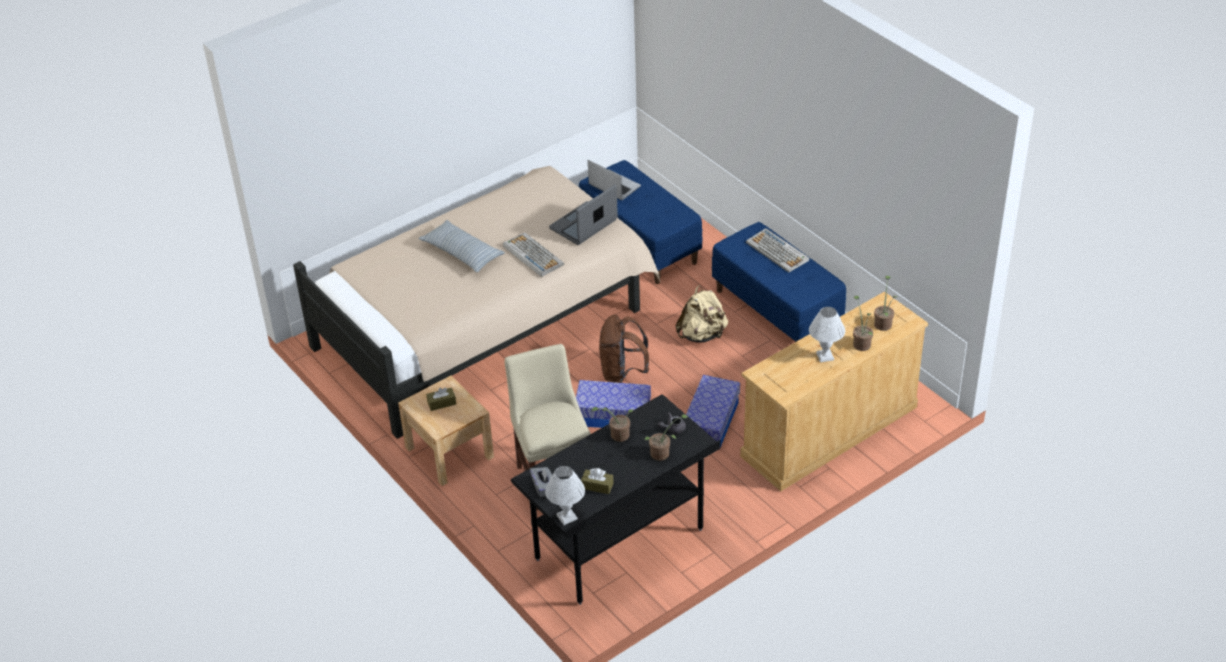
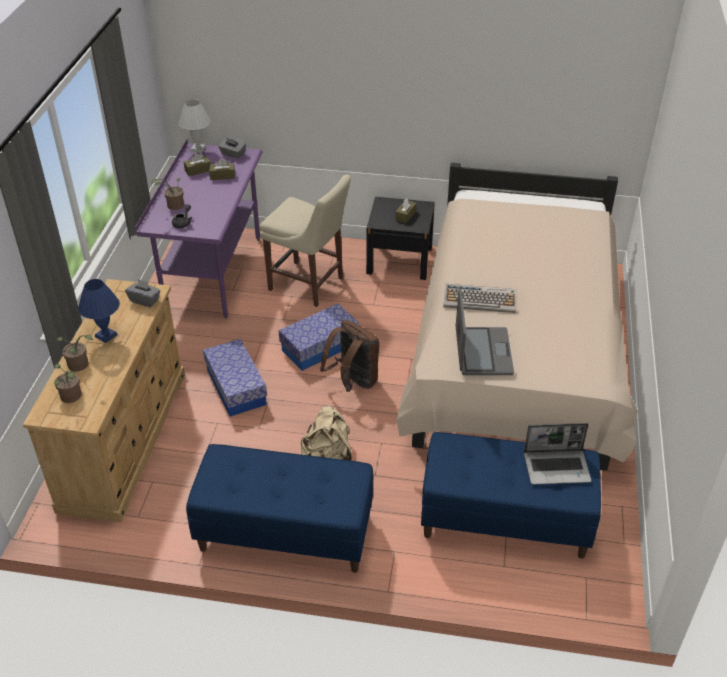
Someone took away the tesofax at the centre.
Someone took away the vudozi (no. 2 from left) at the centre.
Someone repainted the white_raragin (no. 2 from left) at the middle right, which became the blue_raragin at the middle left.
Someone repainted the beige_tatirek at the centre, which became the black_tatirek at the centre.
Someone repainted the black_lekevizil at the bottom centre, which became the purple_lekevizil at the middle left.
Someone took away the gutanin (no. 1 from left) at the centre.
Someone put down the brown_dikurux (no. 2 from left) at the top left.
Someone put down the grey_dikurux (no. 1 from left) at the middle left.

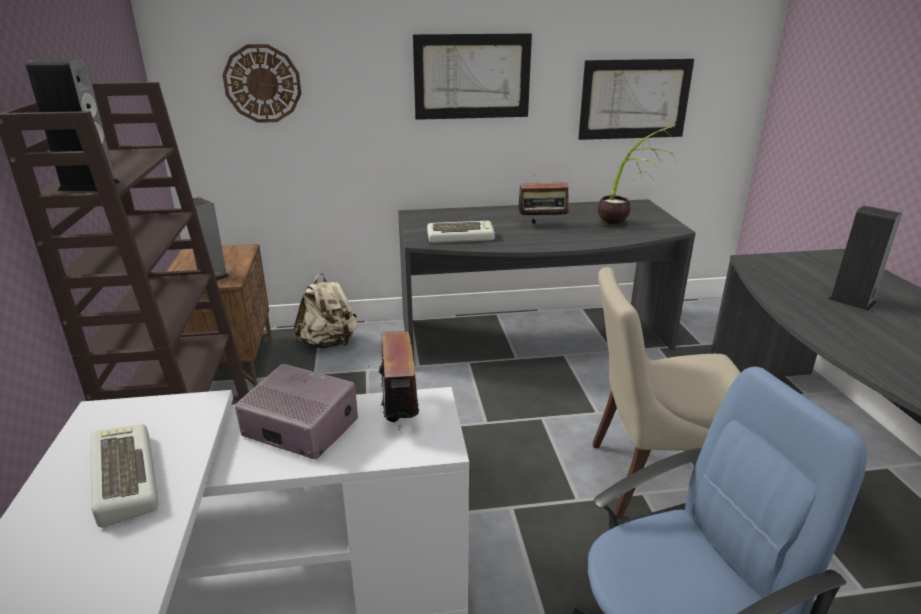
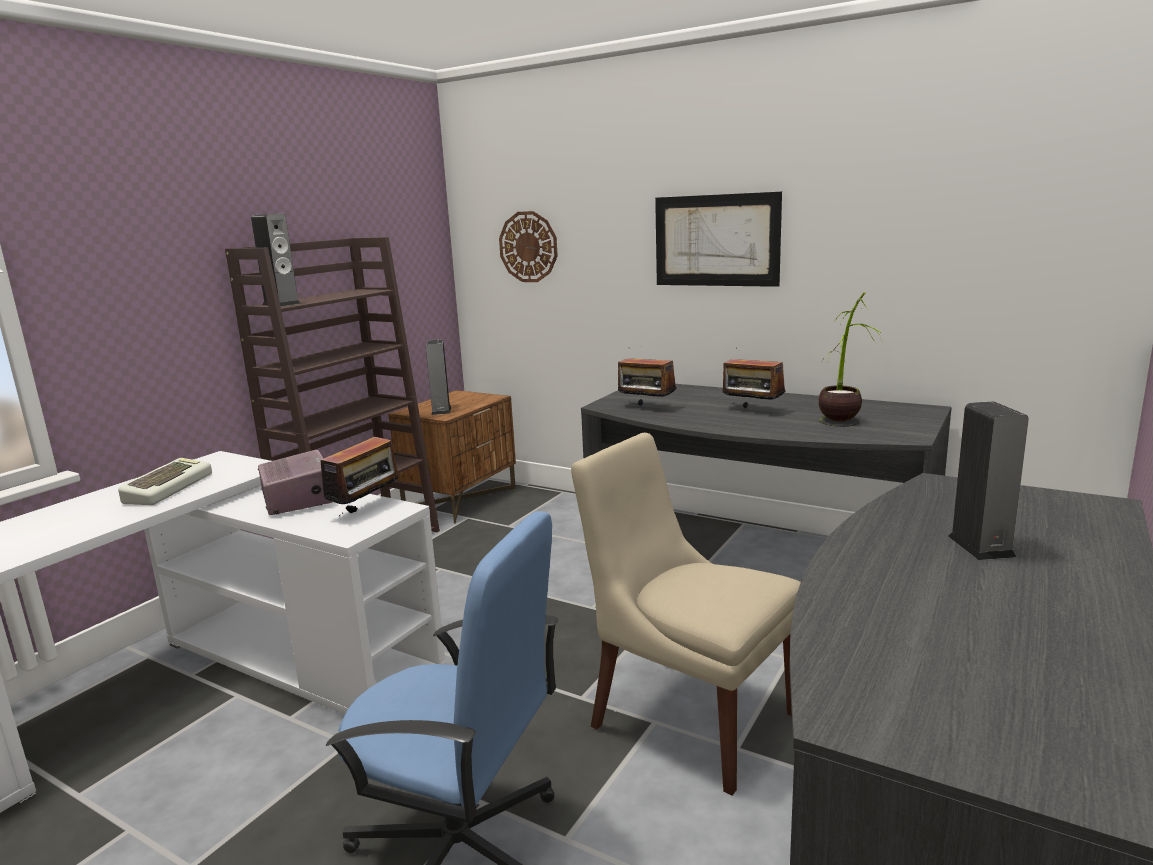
Someone took away the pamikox (no. 2 from left) at the top right.
Someone swapped the vudozi (no. 2 from left) at the centre for the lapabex (no. 3 from left) at the centre.
Someone took away the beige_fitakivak at the centre.

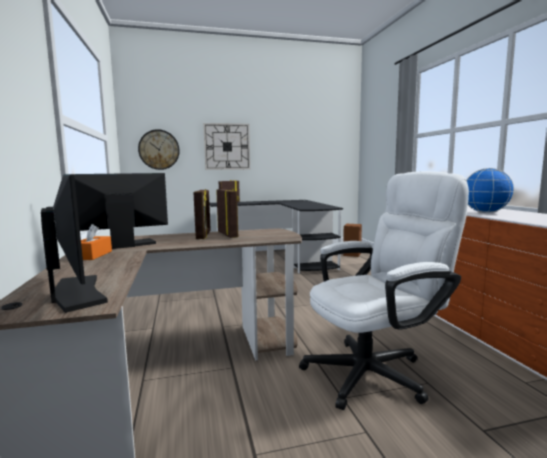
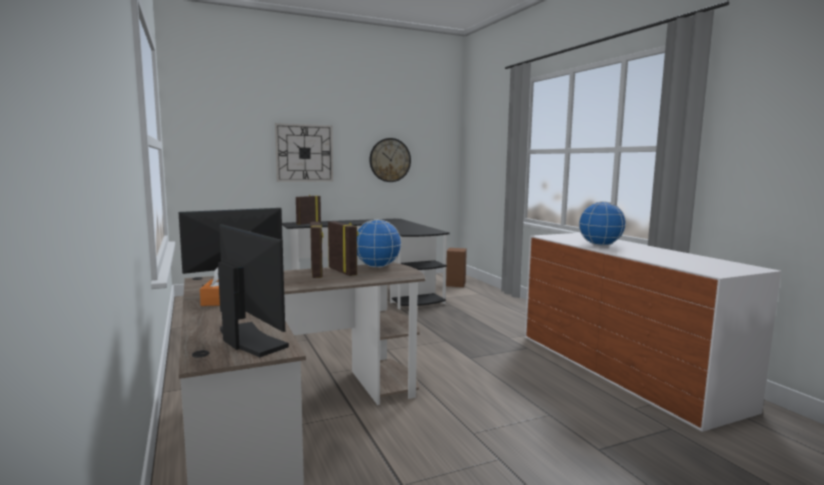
Someone carried the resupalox (no. 1 from left in the first image) from the top left to the top centre.
Someone took away the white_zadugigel at the middle right.
Someone put down the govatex (no. 1 from left) at the centre.

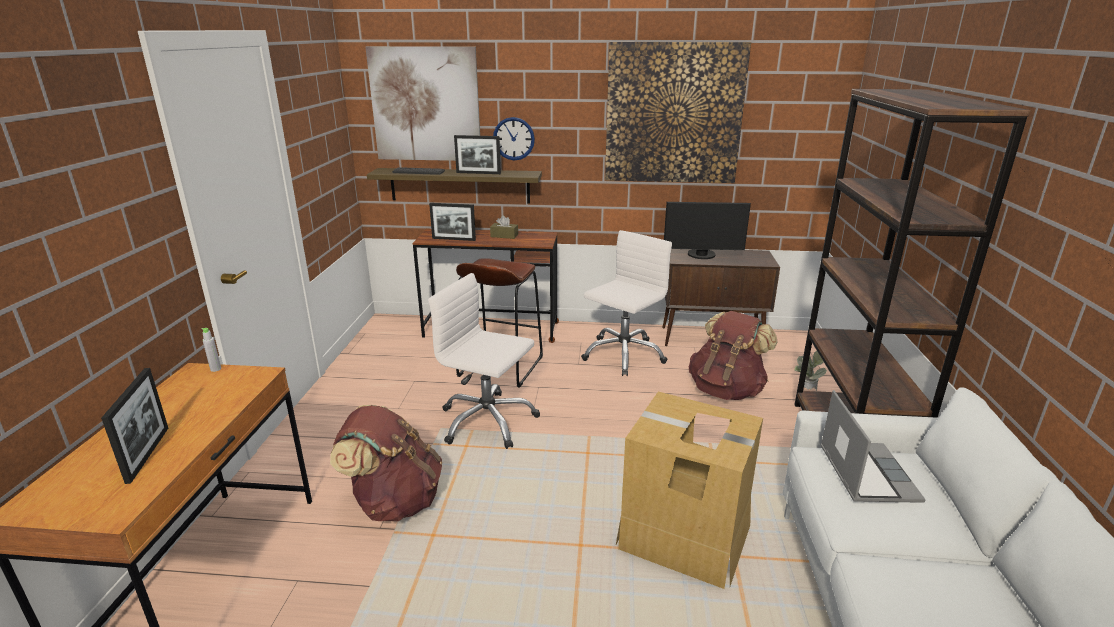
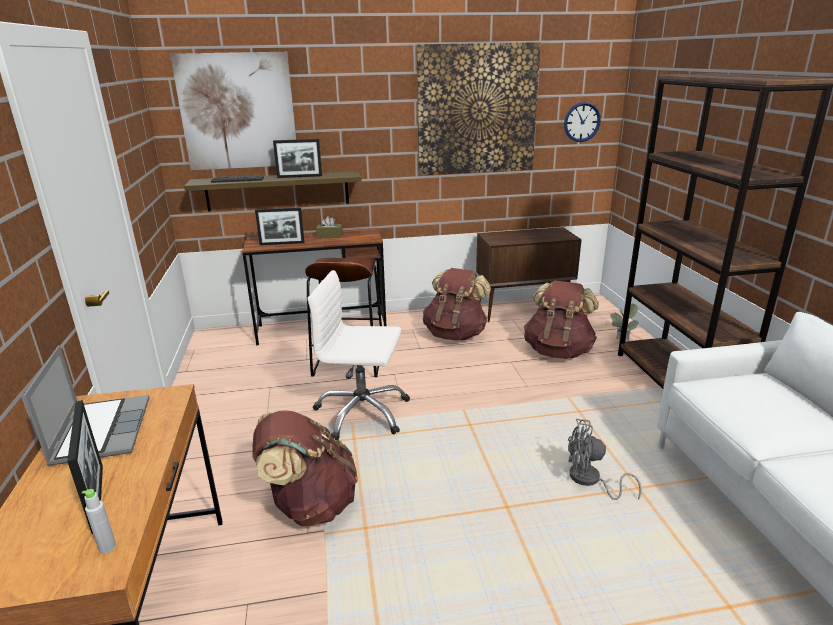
Someone carried the resupalox from the top centre to the top right.
Someone took away the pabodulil at the centre.
Someone swapped the white_zadugigel (no. 2 from left) at the centre for the brown_fitakivak (no. 2 from left) at the centre.
Someone carried the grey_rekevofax from the middle left to the bottom left.
Someone carried the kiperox from the bottom right to the middle left.
Someone swapped the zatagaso at the bottom centre for the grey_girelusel at the bottom right.

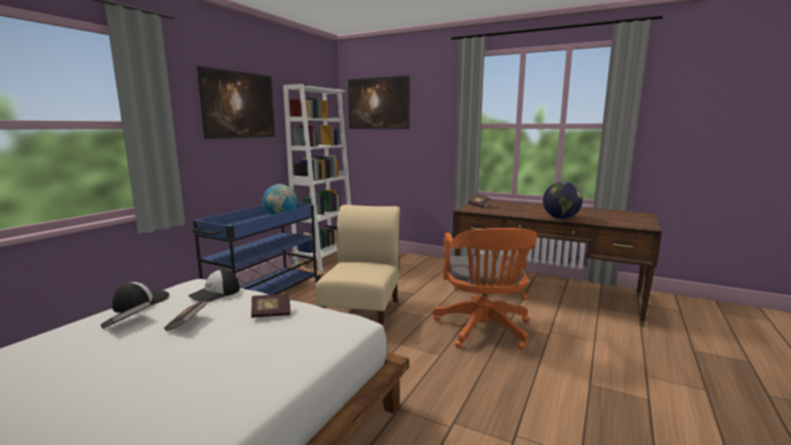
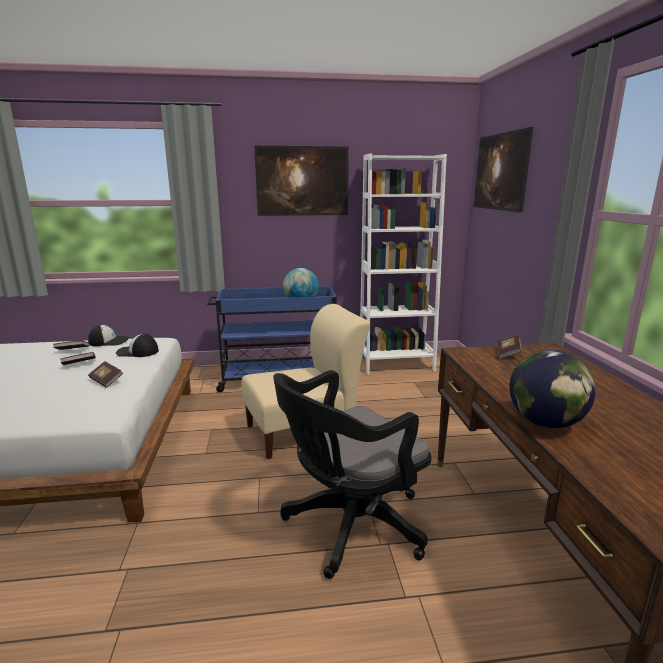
Someone repainted the orange_zadugigel at the centre, which became the black_zadugigel at the bottom centre.

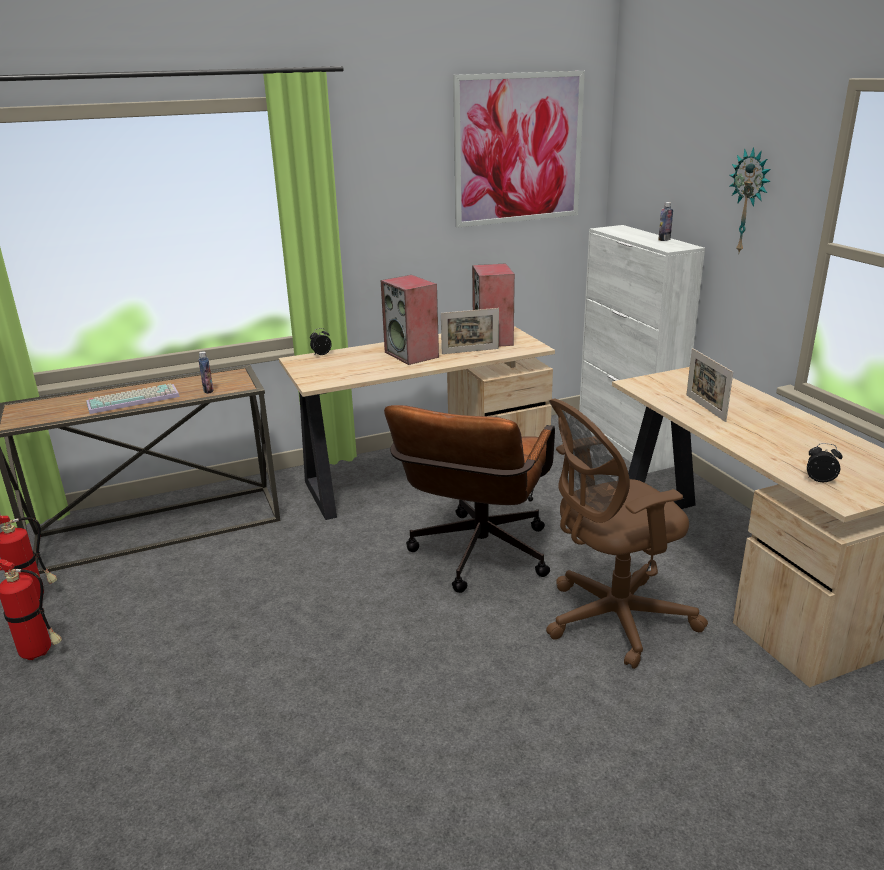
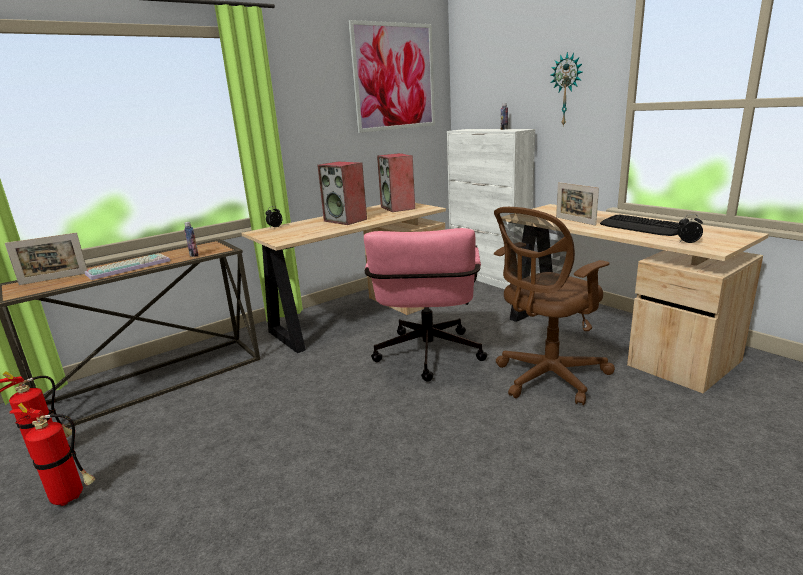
Someone carried the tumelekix (no. 1 from left) from the centre to the middle left.
Someone repainted the brown_zadugigel (no. 1 from left) at the centre, which became the pink_zadugigel at the centre.
Someone put down the vudozi (no. 2 from left) at the middle right.

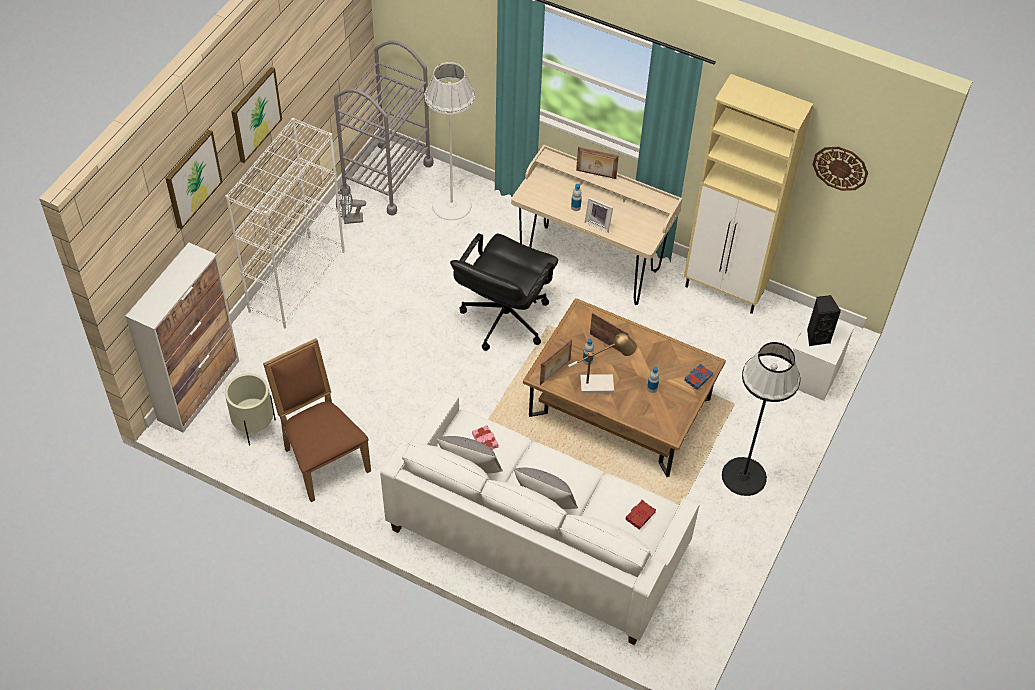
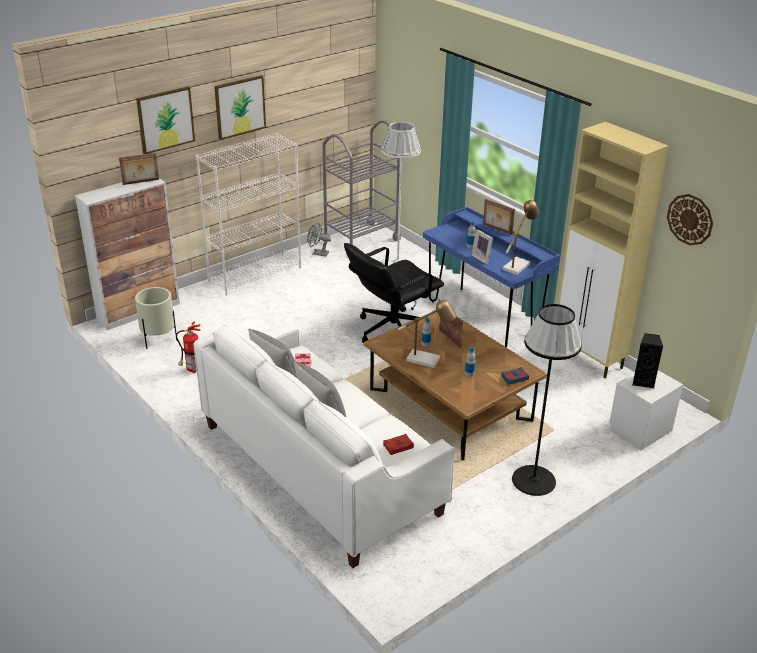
Someone repainted the beige_lekevizil at the top centre, which became the blue_lekevizil at the centre.
Someone swapped the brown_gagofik at the middle left for the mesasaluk at the middle left.
Someone carried the tumelekix (no. 1 from left) from the centre to the top left.
Someone put down the raragin (no. 2 from left) at the middle right.

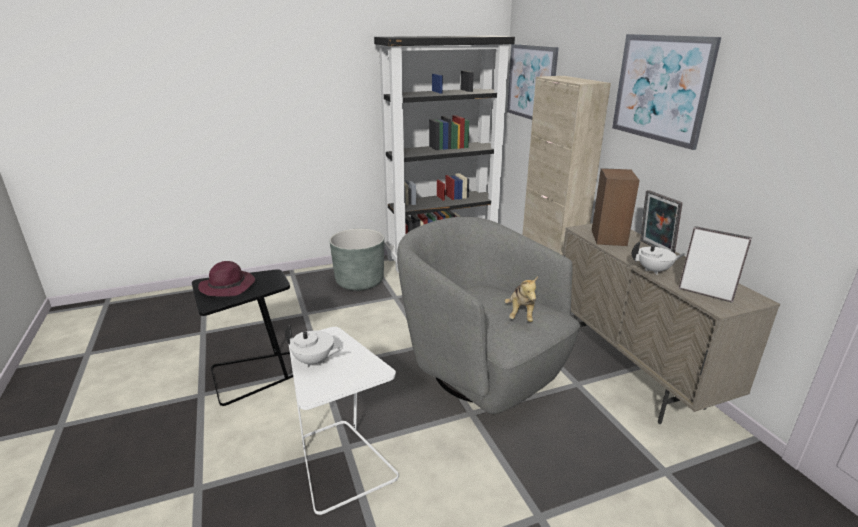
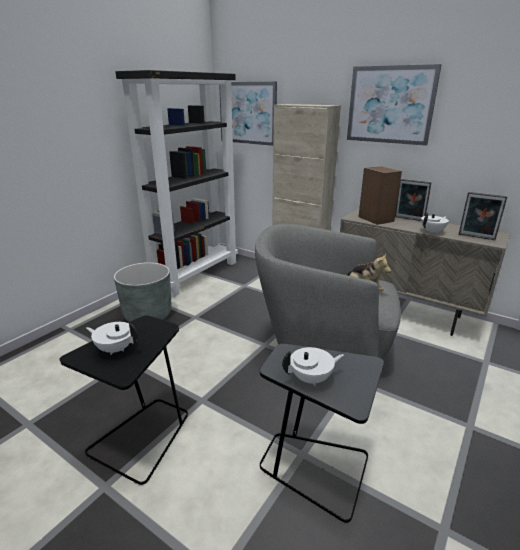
Someone rotated the tumelekix (no. 2 from left) at the middle right by 150 degrees counterclockwise.
Someone swapped the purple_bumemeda at the middle left for the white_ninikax (no. 1 from left) at the middle left.
Someone repainted the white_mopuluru at the bottom centre, which became the black_mopuluru (no. 2 from left) at the bottom centre.

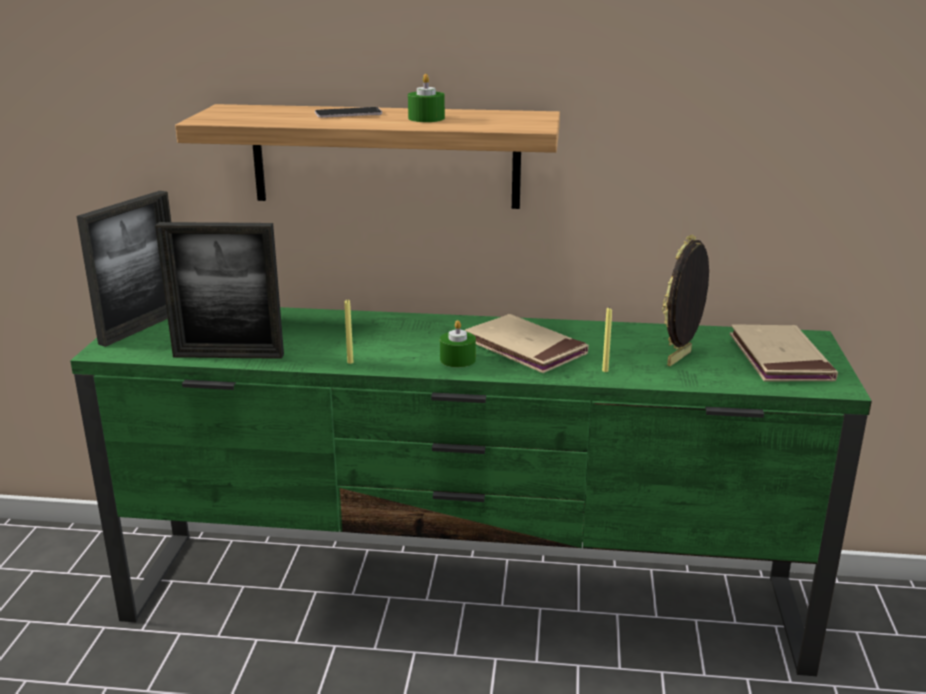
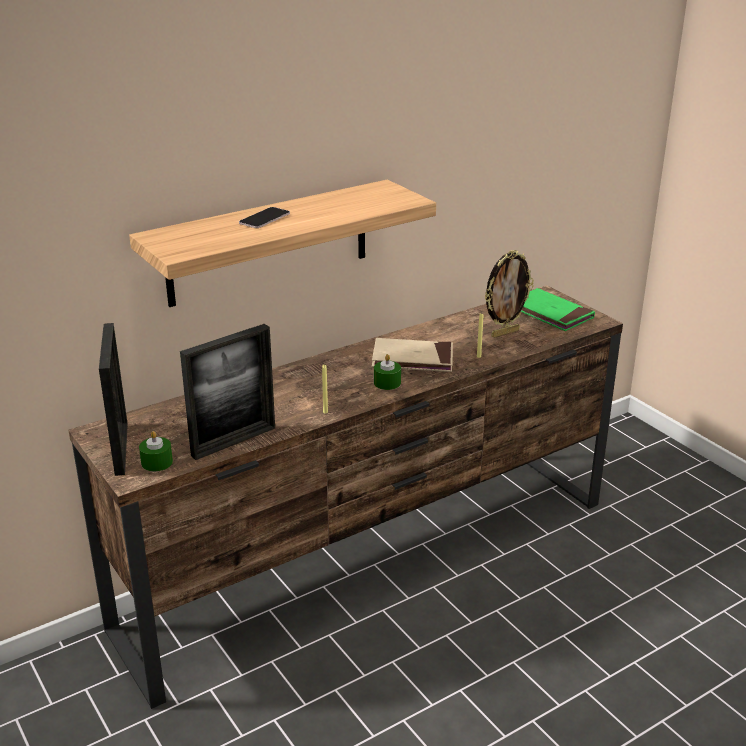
Someone carried the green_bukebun (no. 1 from left) from the top centre to the middle left.
Someone rotated the tumelekix (no. 3 from left) at the middle right by 120 degrees counterclockwise.
Someone repainted the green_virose at the bottom centre, which became the brown_virose at the centre.
Someone repainted the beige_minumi (no. 2 from left) at the middle right, which became the green_minumi at the middle right.

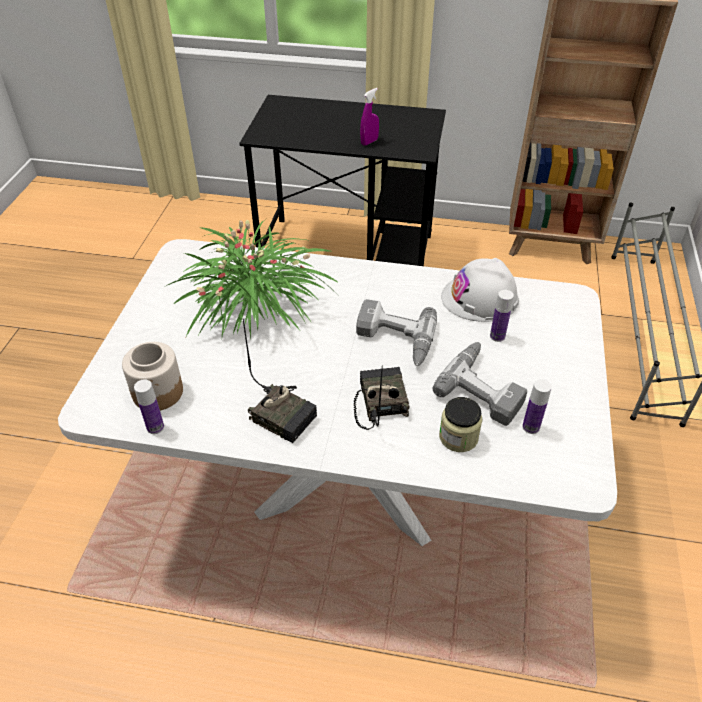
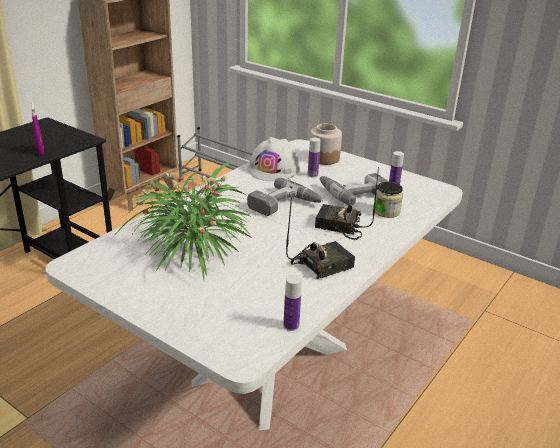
Someone carried the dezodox (no. 1 from left) from the middle left to the top centre.

